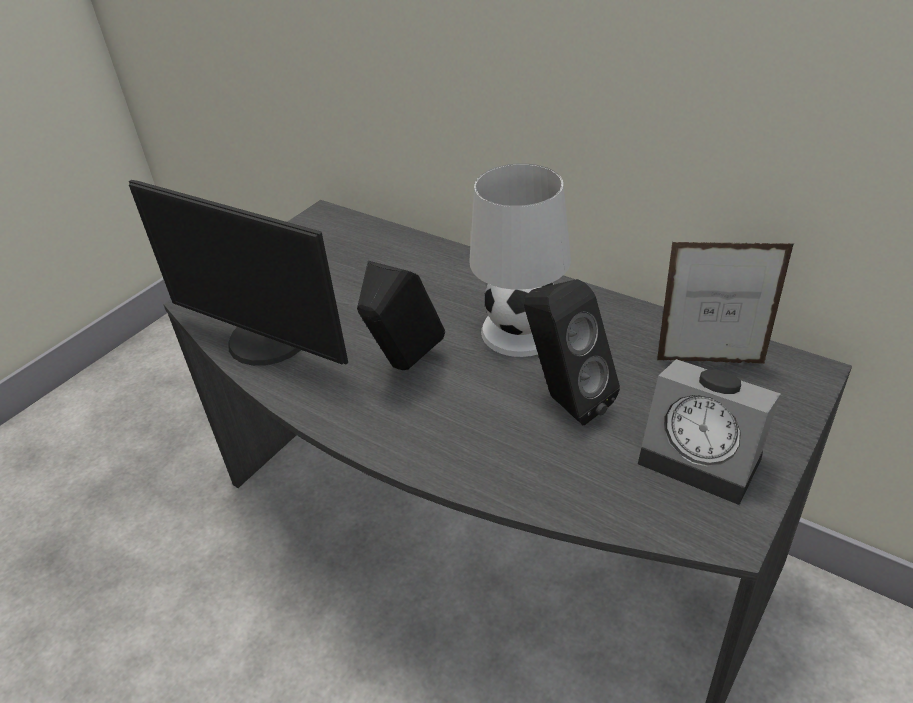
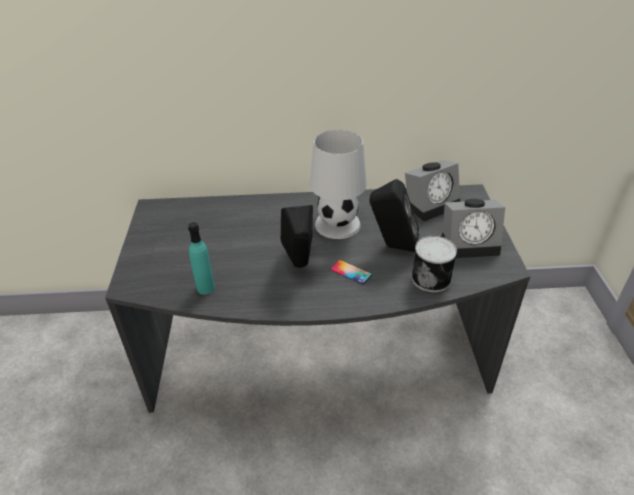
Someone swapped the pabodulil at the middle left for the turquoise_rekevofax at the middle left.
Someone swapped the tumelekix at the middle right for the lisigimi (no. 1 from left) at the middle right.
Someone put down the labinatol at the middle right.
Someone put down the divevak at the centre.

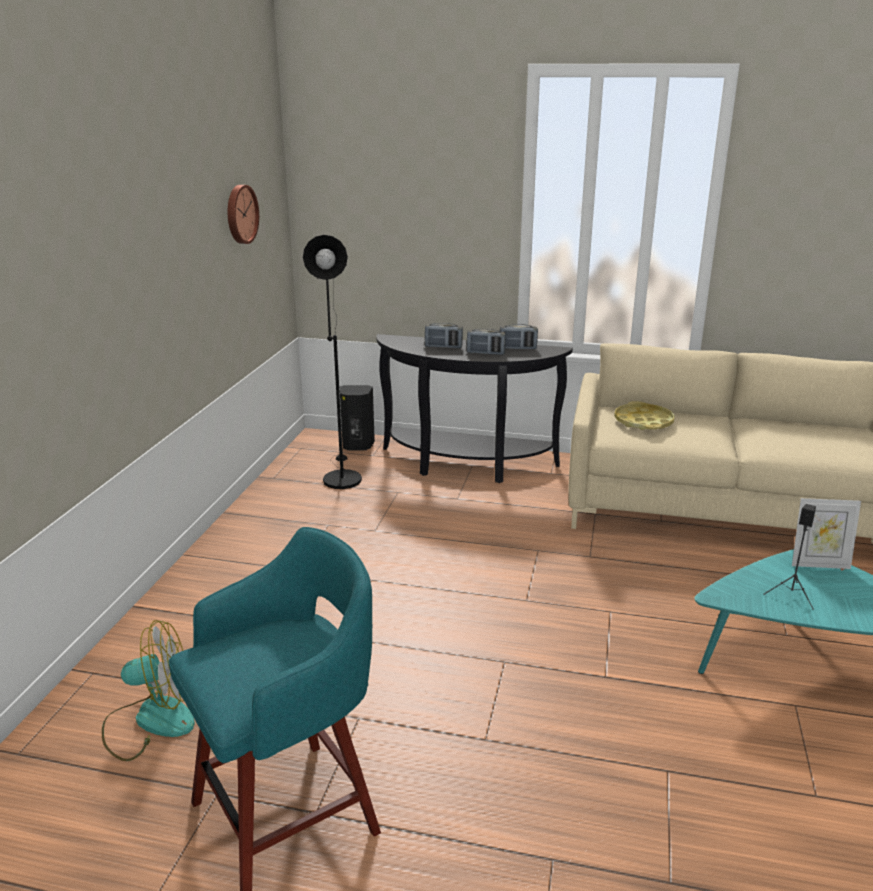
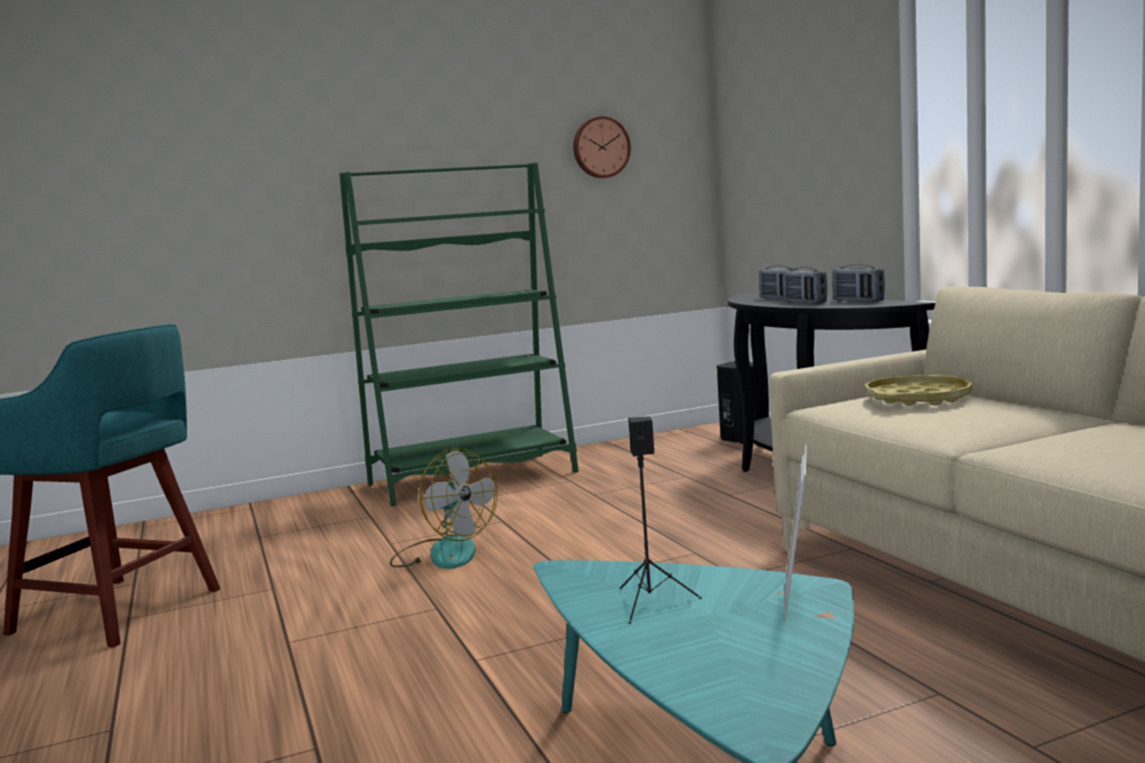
Someone took away the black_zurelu at the centre.
Someone rotated the tumelekix at the middle right by 45 degrees clockwise.
Someone carried the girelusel from the bottom left to the centre.
Someone put down the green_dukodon at the centre.

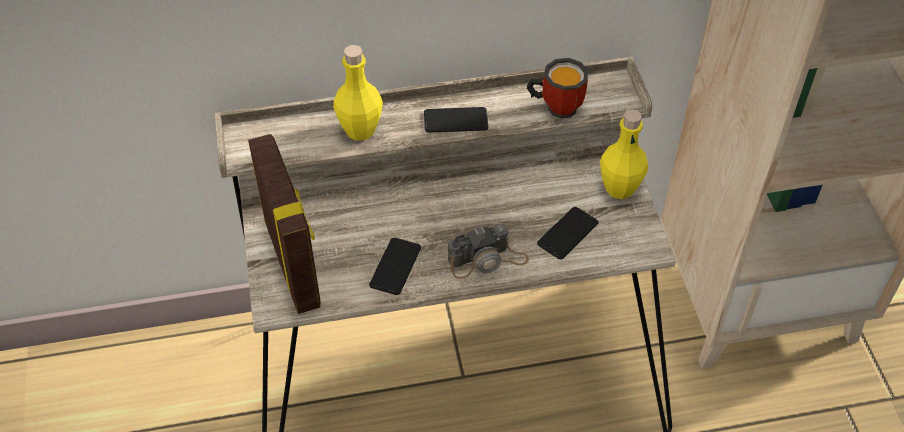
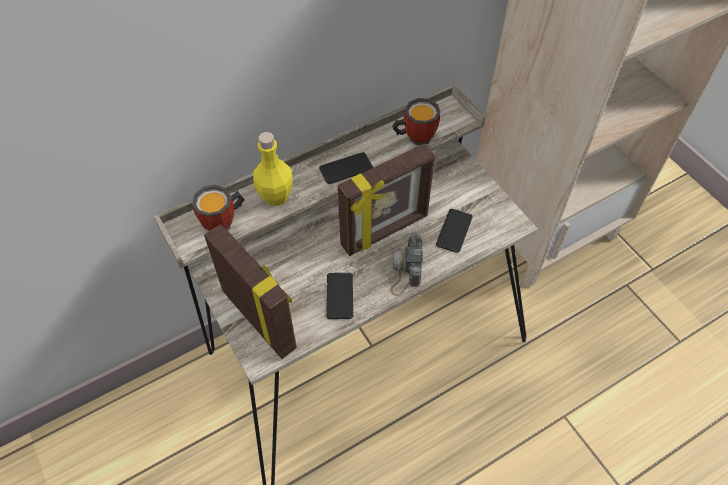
Someone took away the yellow_rekevofax (no. 2 from left) at the middle right.
Someone rotated the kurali at the centre by 135 degrees clockwise.
Someone put down the tumelekix (no. 2 from left) at the centre.
Someone put down the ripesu (no. 1 from left) at the middle left.

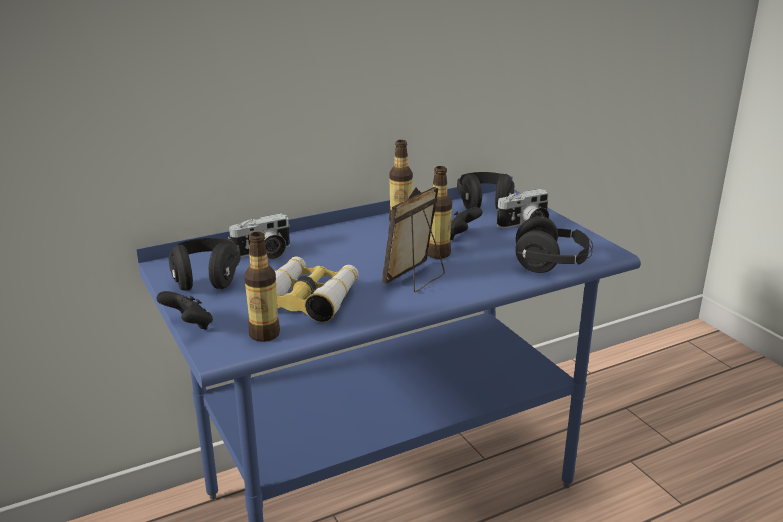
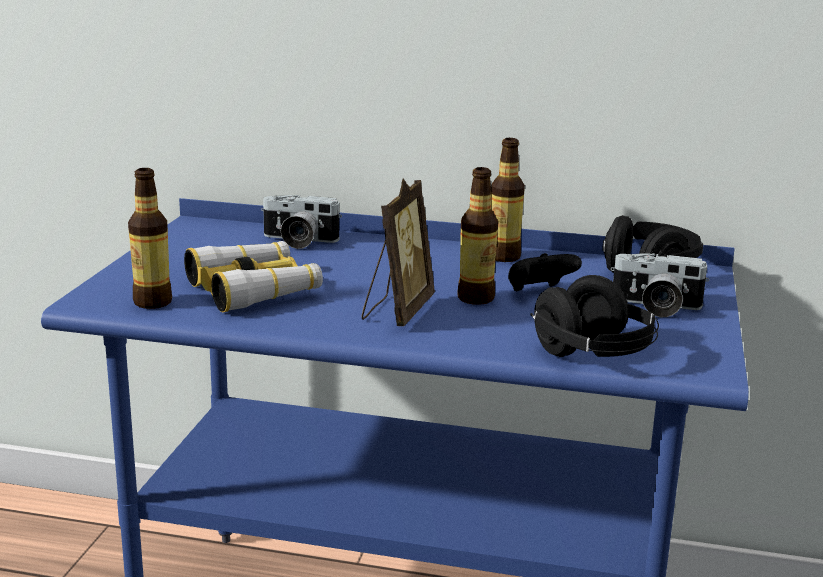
Someone rotated the tumelekix at the centre by 120 degrees clockwise.
Someone took away the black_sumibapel (no. 1 from left) at the middle left.
Someone took away the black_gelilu (no. 1 from left) at the middle left.

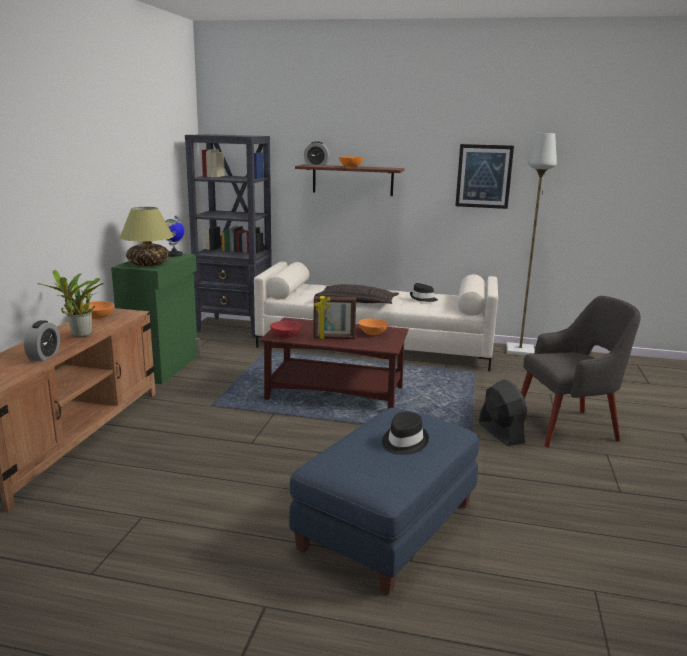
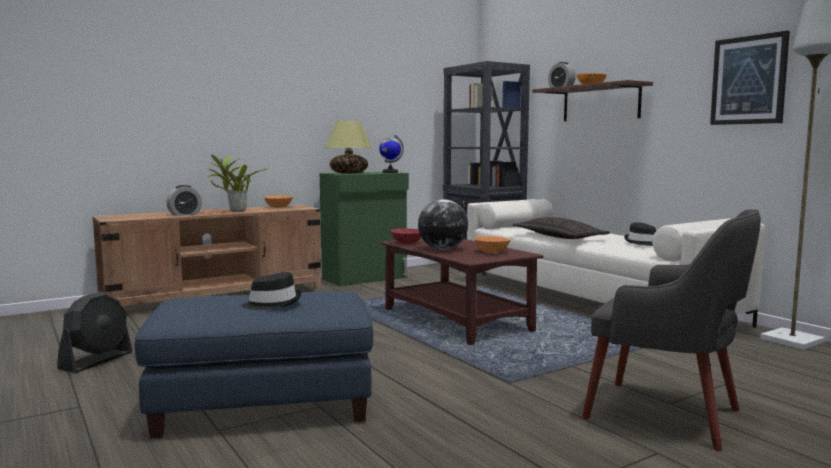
Someone swapped the tumelekix at the centre for the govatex (no. 2 from left) at the centre.
Someone carried the black_girelusel from the middle right to the bottom left.

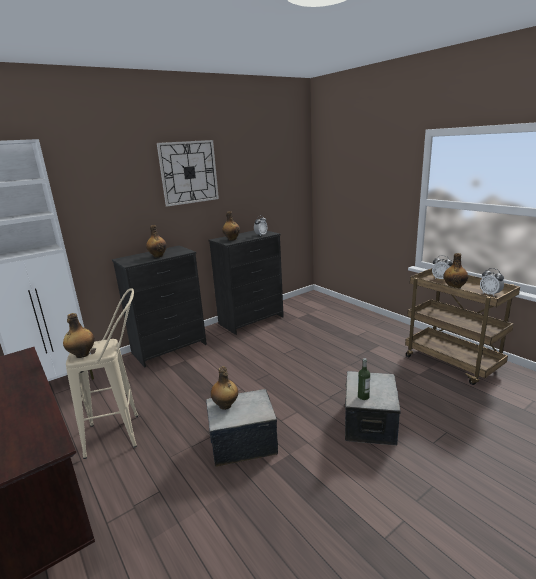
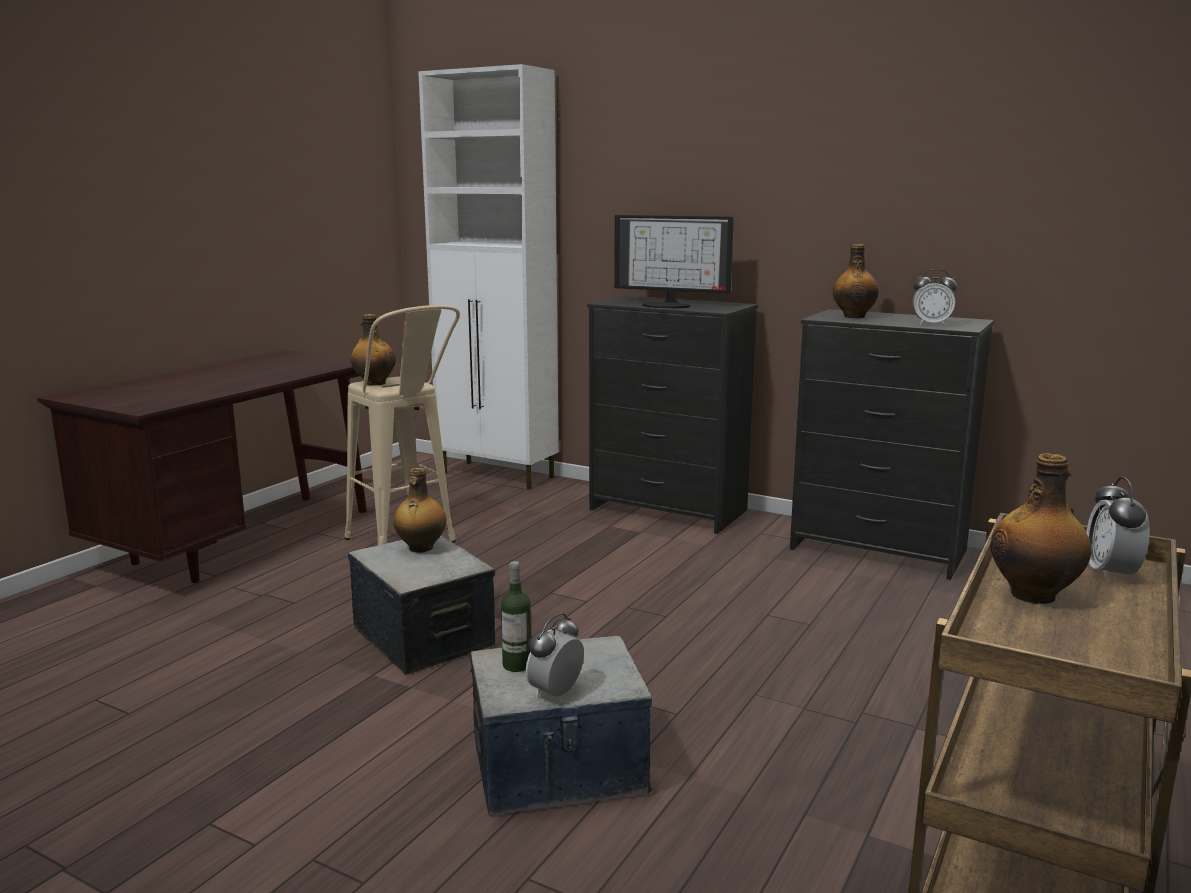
Someone took away the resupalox at the top centre.
Someone swapped the rekevofax (no. 2 from left) at the middle left for the pabodulil at the top centre.
Someone carried the lisigimi (no. 3 from left in the first image) from the middle right to the bottom centre.

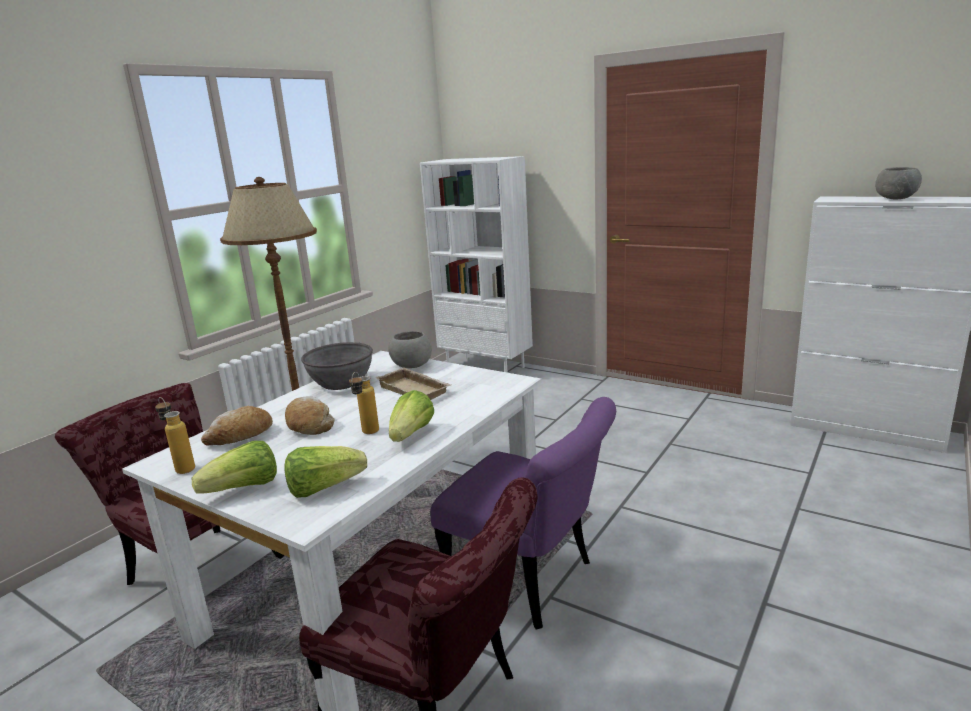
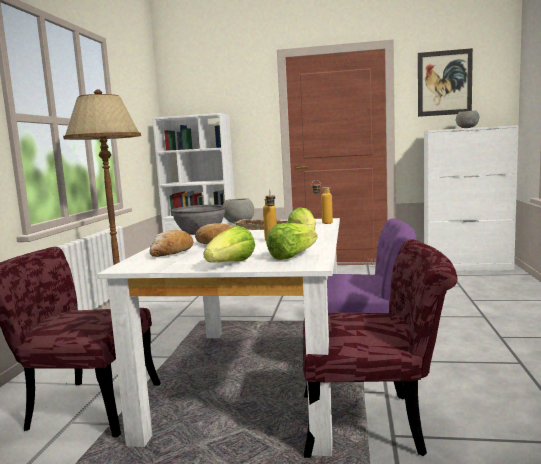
Someone carried the rekevofax (no. 1 from left in the first image) from the middle left to the centre.
Someone put up the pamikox at the top right.

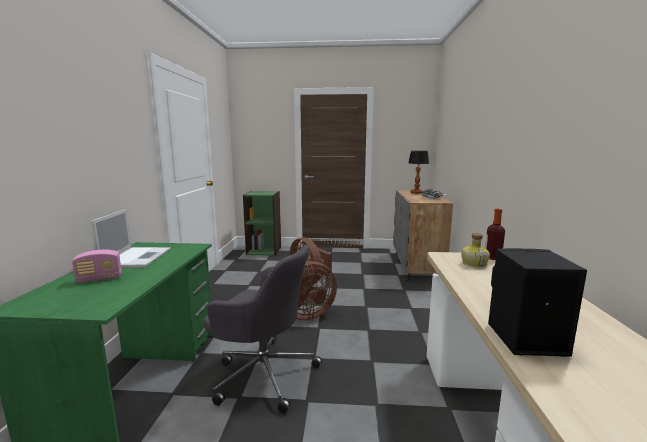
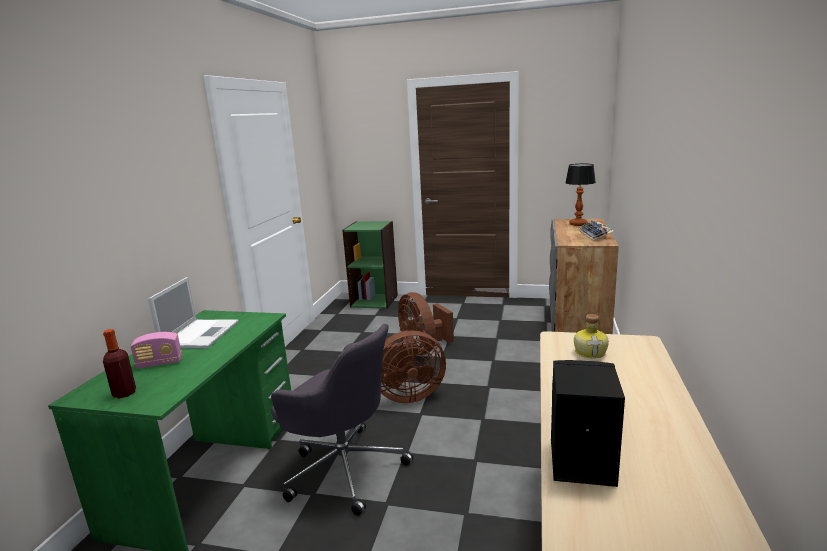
Someone carried the rekevofax (no. 2 from left in the first image) from the middle right to the middle left.

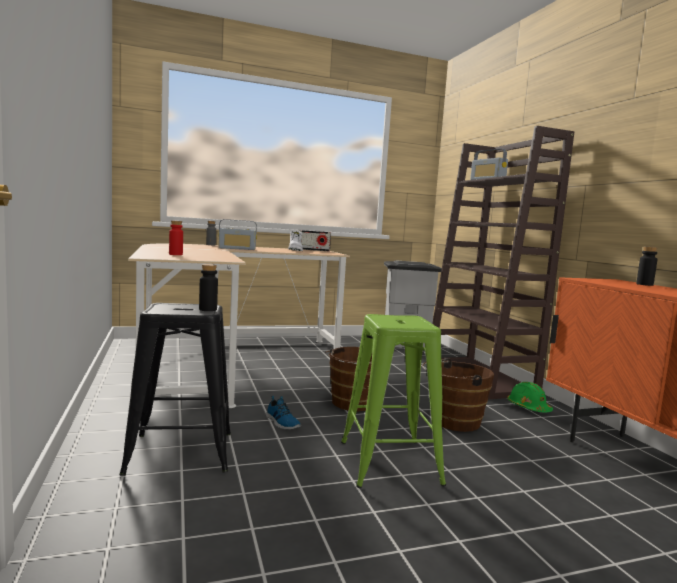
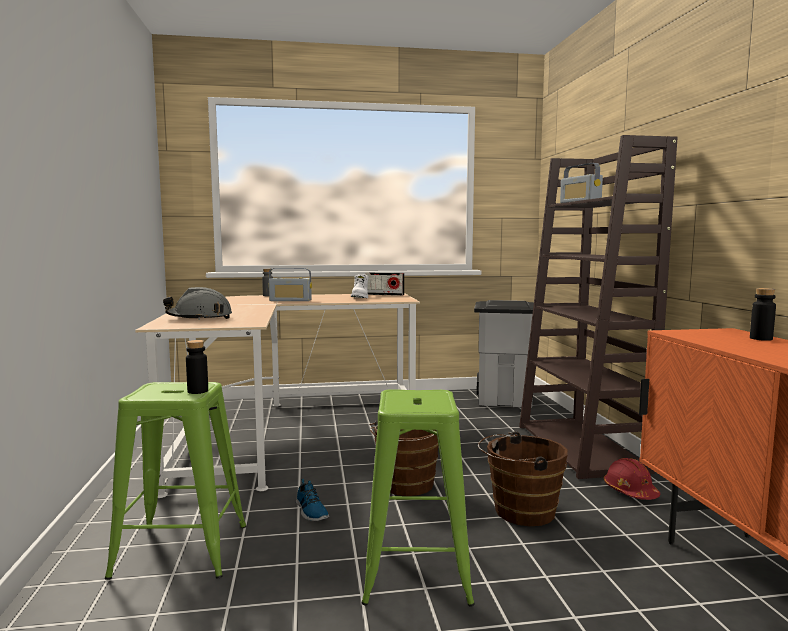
Someone swapped the red_rekevofax at the middle left for the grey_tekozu at the middle left.
Someone repainted the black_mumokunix at the bottom left, which became the green_mumokunix (no. 1 from left) at the bottom left.
Someone repainted the green_tekozu at the bottom right, which became the red_tekozu at the bottom right.

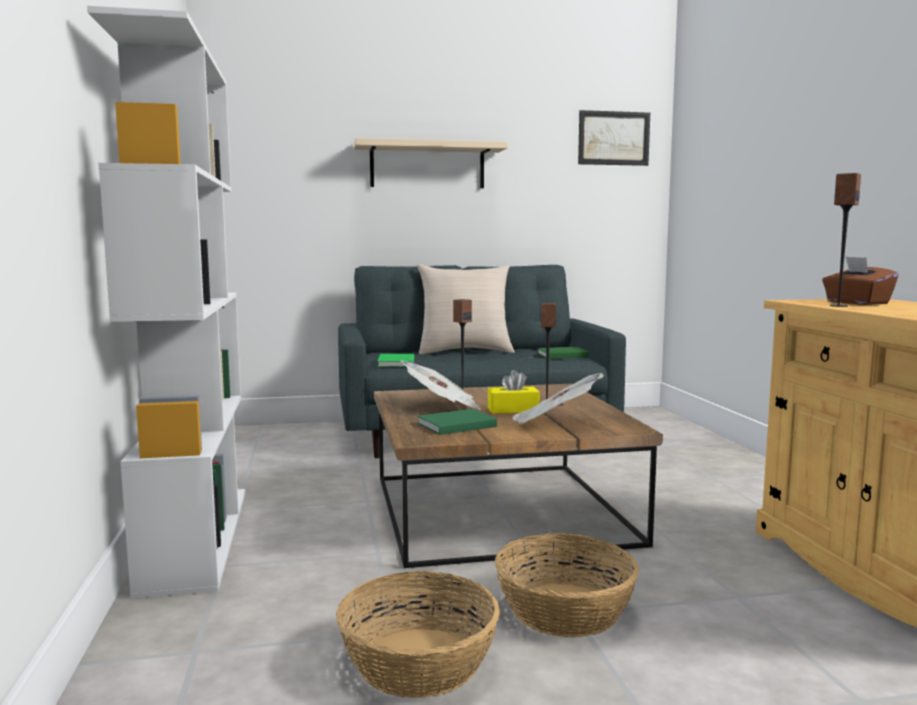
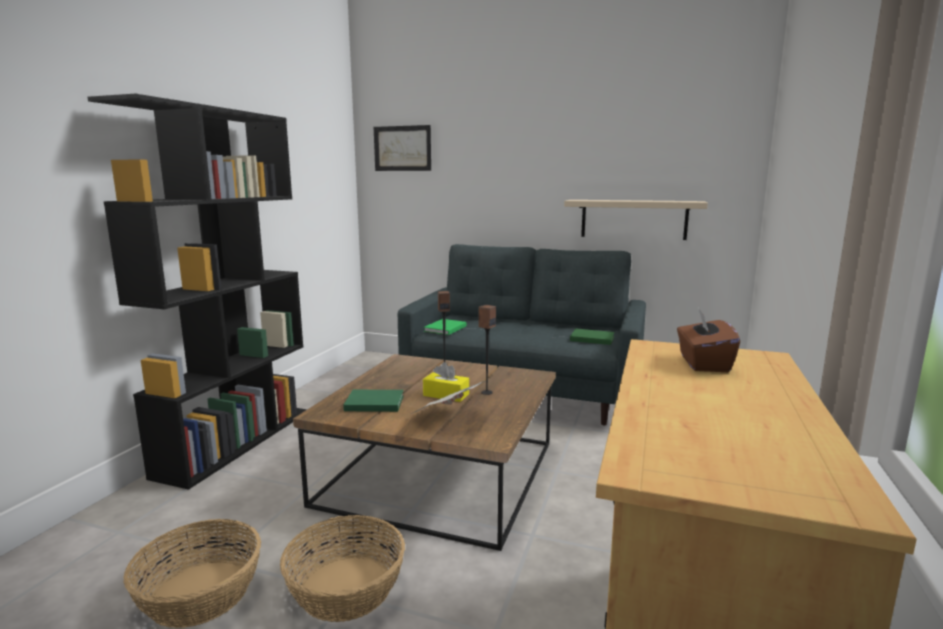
Someone repainted the white_dukodon at the middle left, which became the black_dukodon at the middle left.
Someone carried the pamikox from the top right to the top centre.
Someone carried the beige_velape from the top centre to the middle right.
Someone took away the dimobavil (no. 3 from left) at the middle right.
Someone took away the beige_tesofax at the centre.
Someone took away the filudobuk (no. 1 from left) at the centre.

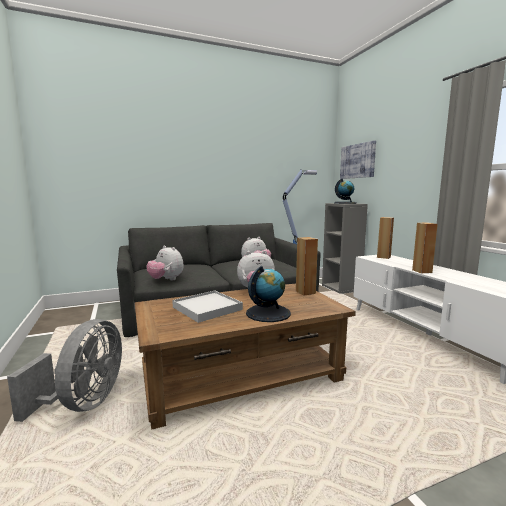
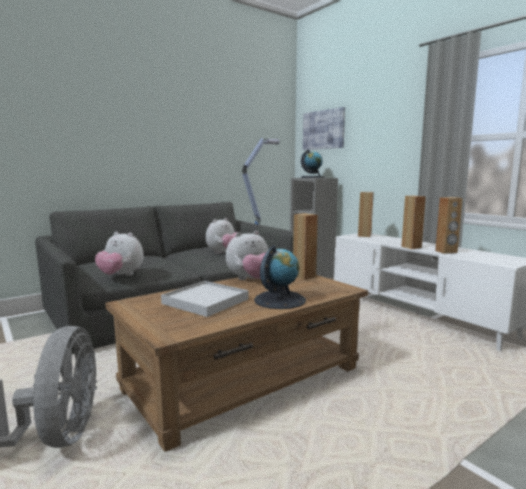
Someone put down the brown_dimobavil (no. 4 from left) at the middle right.

